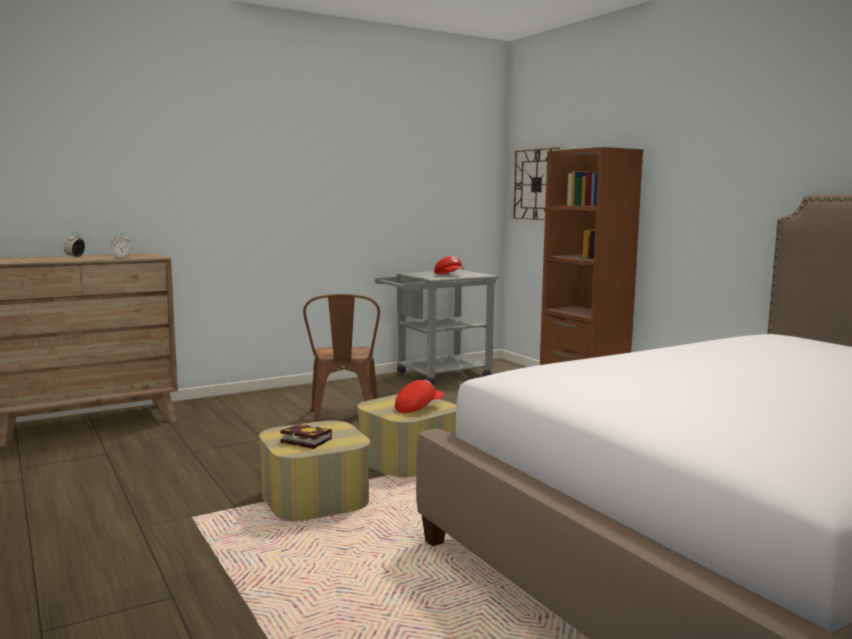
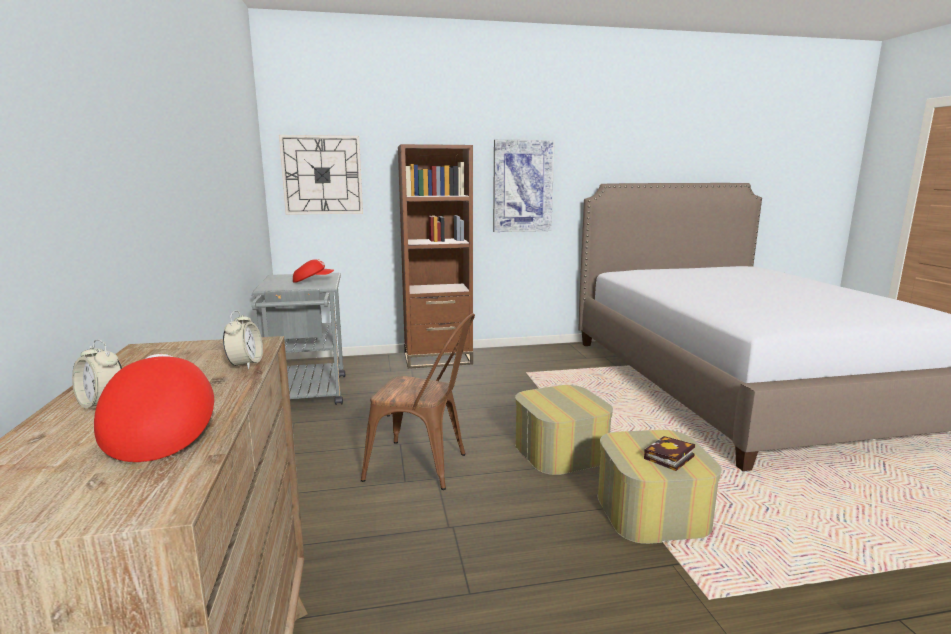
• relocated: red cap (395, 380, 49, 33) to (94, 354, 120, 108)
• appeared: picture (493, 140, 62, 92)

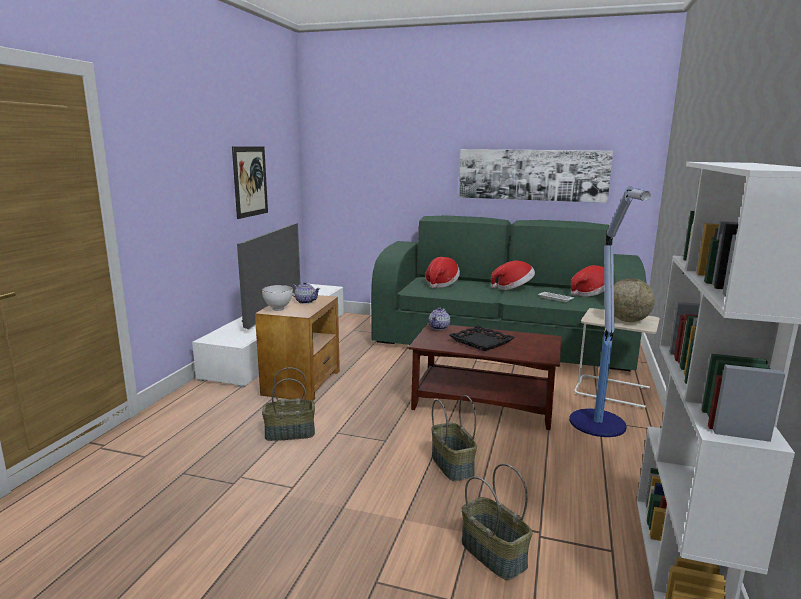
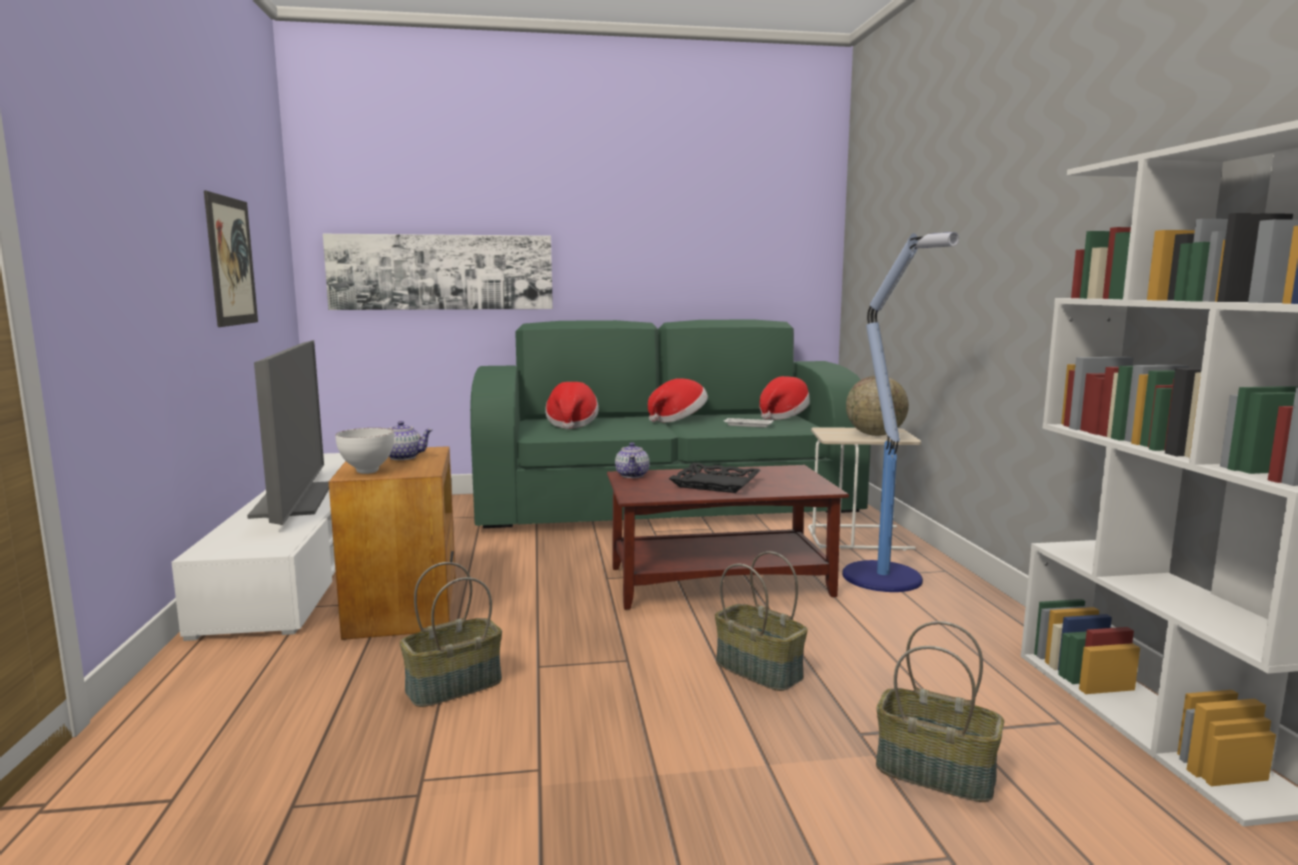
• relocated: picture (459, 149, 154, 54) to (323, 234, 230, 76)

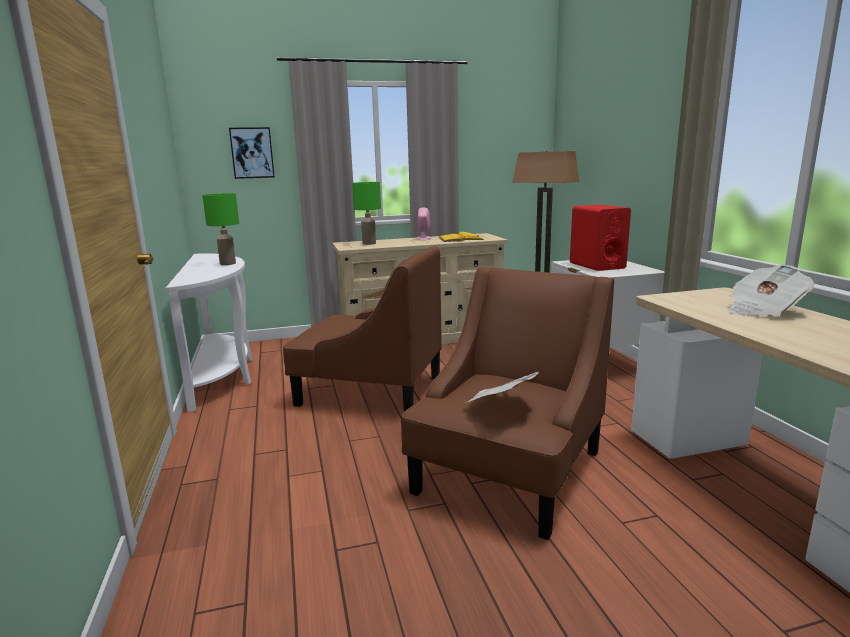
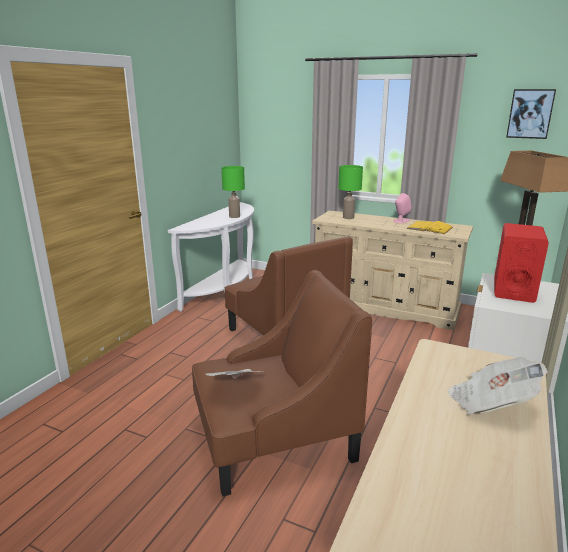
• relocated: picture (229, 127, 46, 52) to (506, 89, 50, 50)

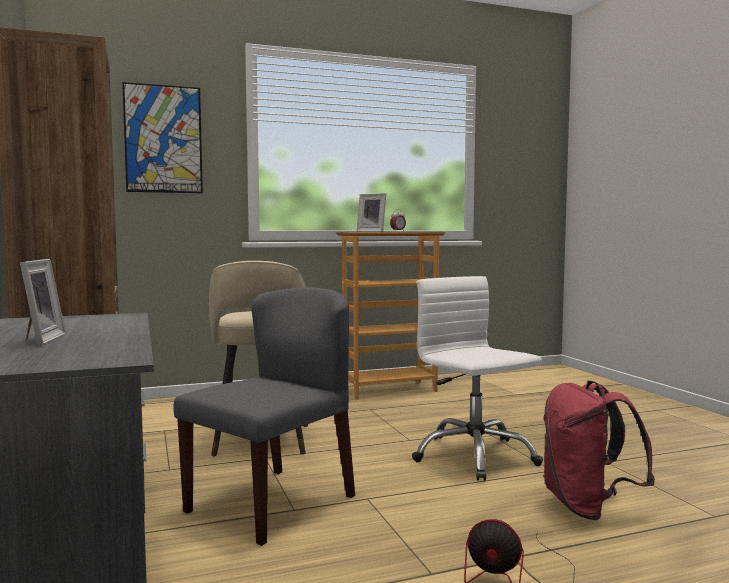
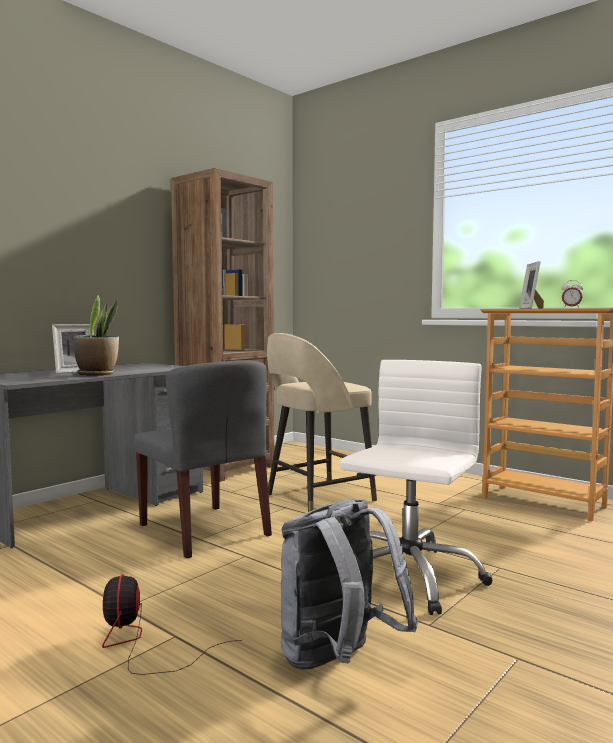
• missing: picture (122, 82, 81, 111)
• spun: grey chair (174, 287, 181, 259) = (133, 360, 139, 199) 45 degrees clockwise
• colour: red backpack (543, 381, 112, 139) to grey backpack (281, 499, 137, 170)
• appeared: potted plant (74, 295, 45, 81)

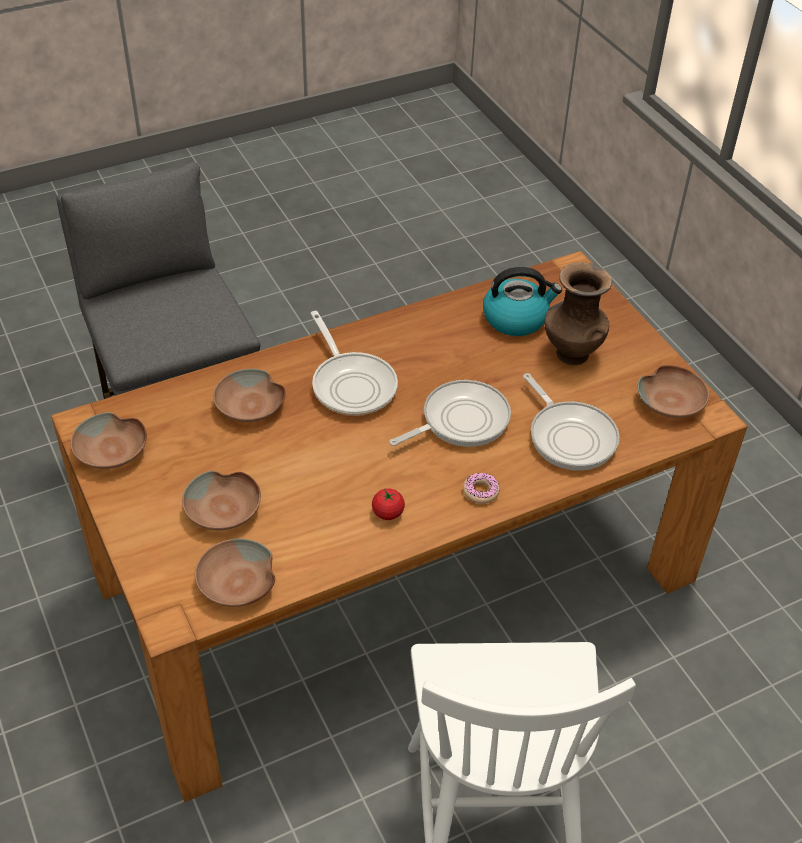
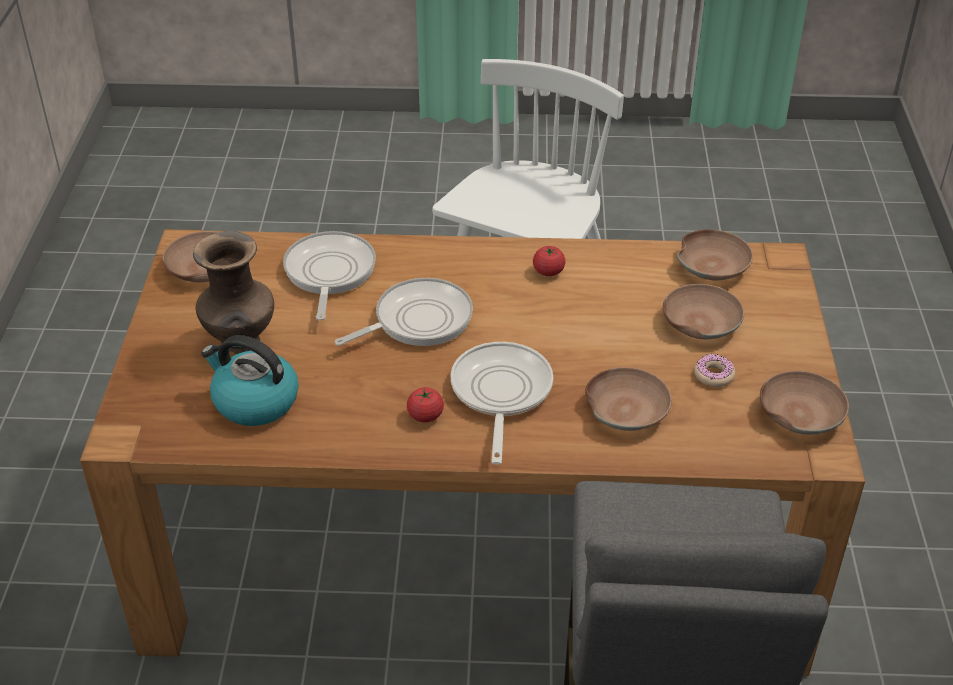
• spun: frying pan (389, 380, 122, 67) = (335, 278, 138, 68) 150 degrees clockwise
• relocated: donut (463, 473, 37, 31) to (694, 354, 41, 33)
• appeared: tomato (407, 387, 37, 35)

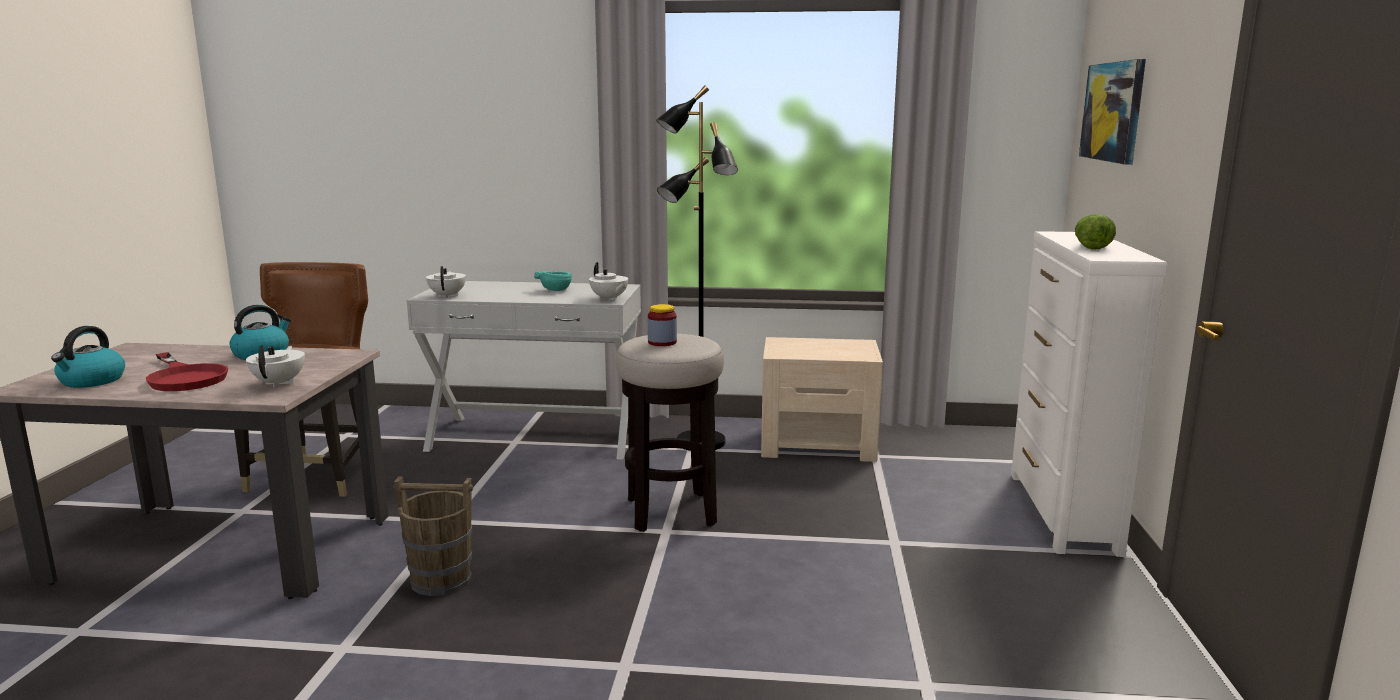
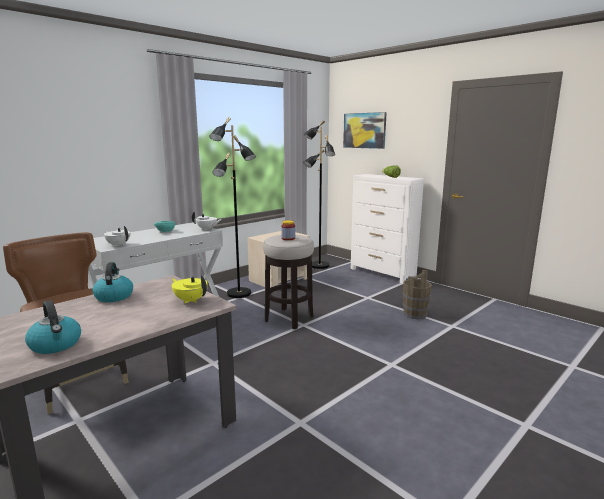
• missing: red frying pan (146, 352, 83, 39)
• colour: white teapot (246, 345, 59, 42) to yellow teapot (172, 275, 35, 28)
• relocated: brown bucket (393, 476, 80, 120) to (403, 270, 29, 49)
• appeared: black floor lamp (303, 120, 32, 149)

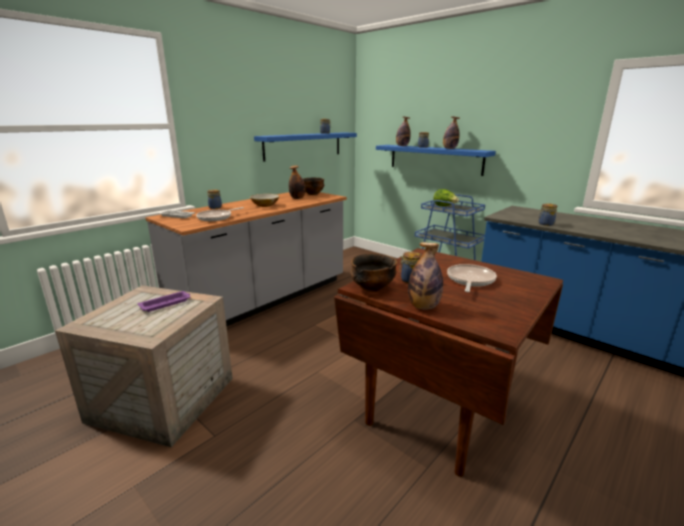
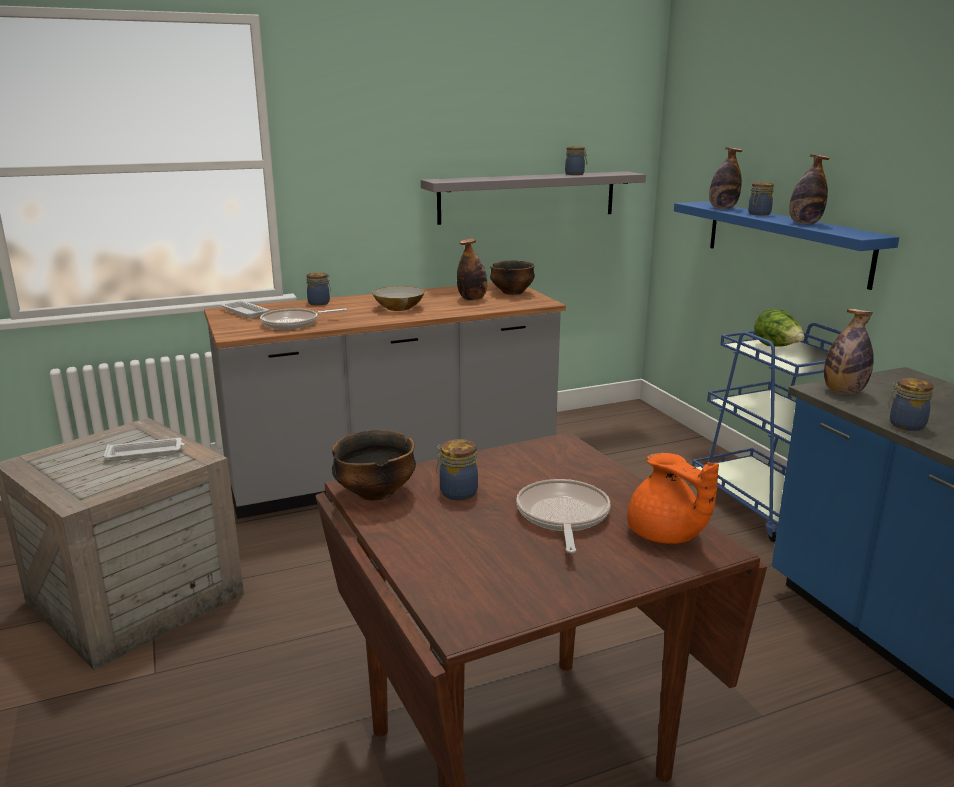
• colour: purple tray (137, 291, 53, 21) to white tray (103, 438, 82, 23)
• colour: blue shelf (254, 132, 103, 29) to grey shelf (421, 171, 225, 54)
• relocated: bottle (408, 242, 35, 68) to (824, 309, 50, 85)
• spun: frying pan (447, 264, 50, 28) = (516, 479, 94, 74) 45 degrees counterclockwise
• appeared: orange teapot (627, 453, 92, 91)

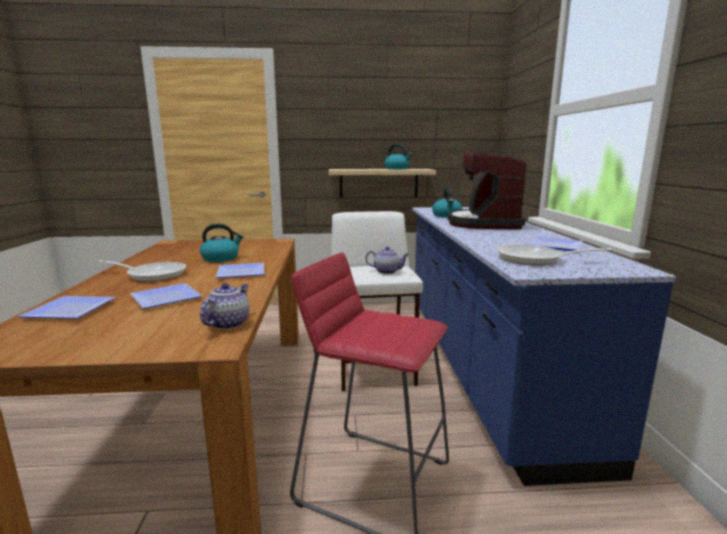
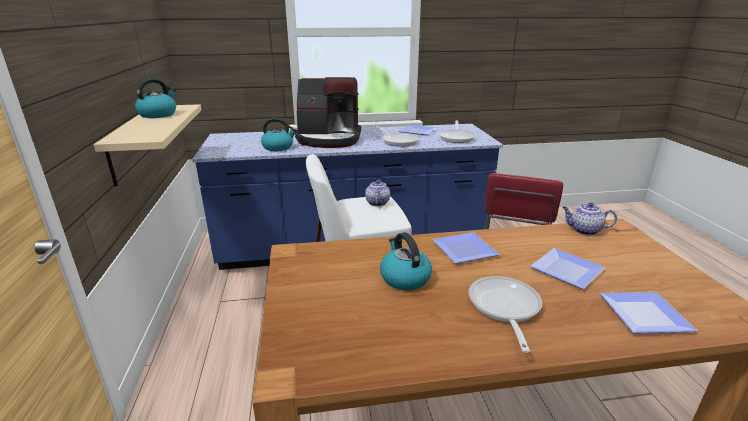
• appeared: frying pan (372, 125, 47, 22)

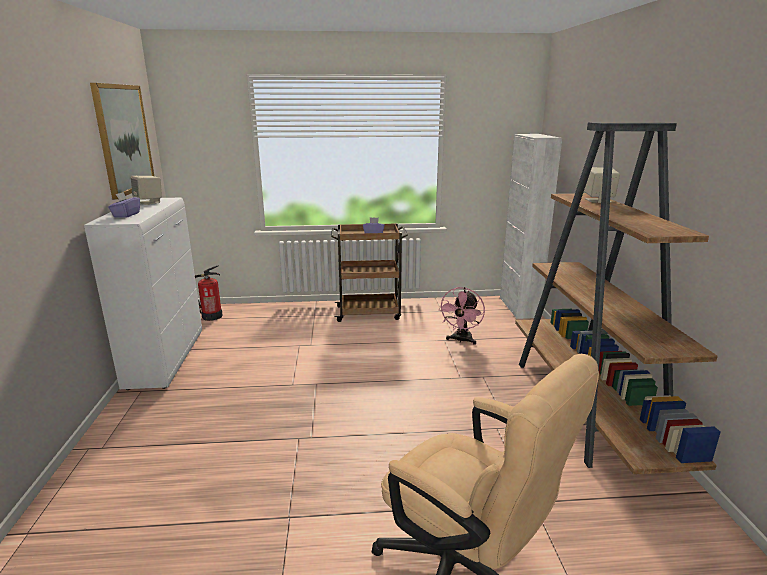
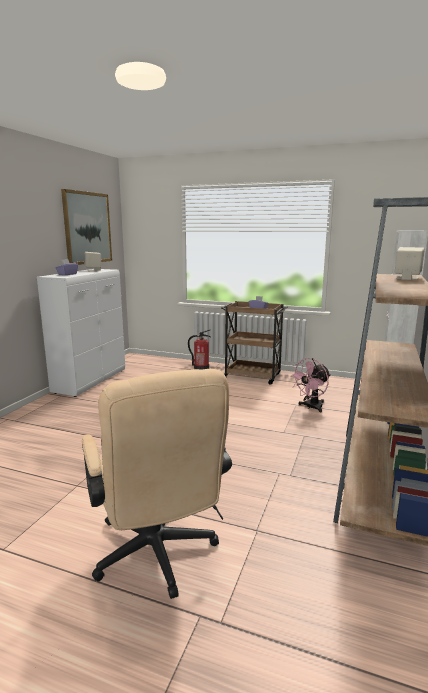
• relocated: fire extinguisher (195, 265, 28, 56) to (188, 330, 23, 40)

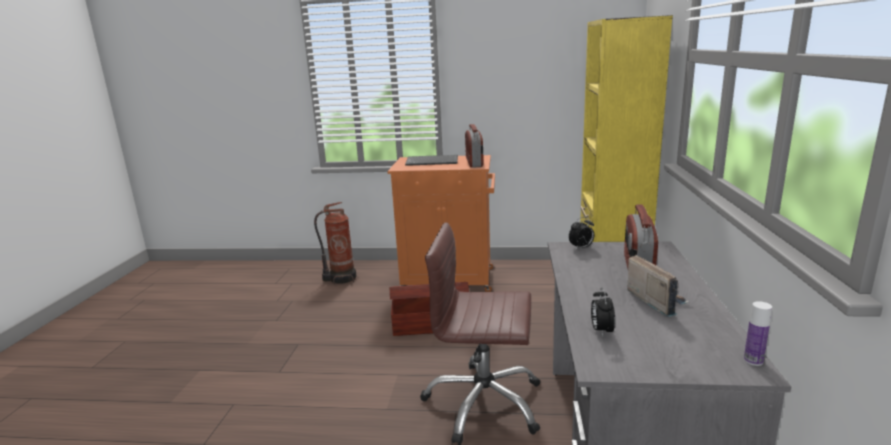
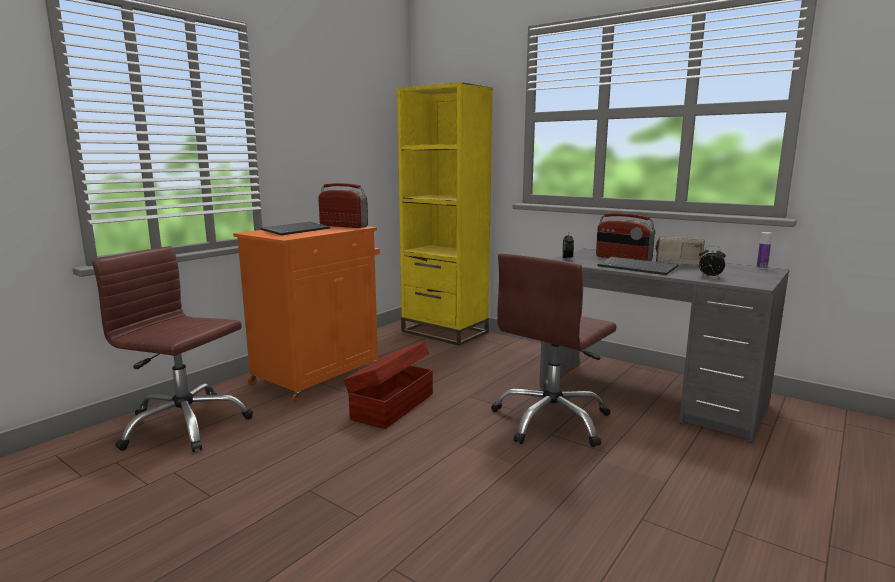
• exchanged: fire extinguisher (314, 202, 43, 82) to brown office chair (92, 246, 161, 206)
• appeared: keyboard (598, 256, 80, 19)

